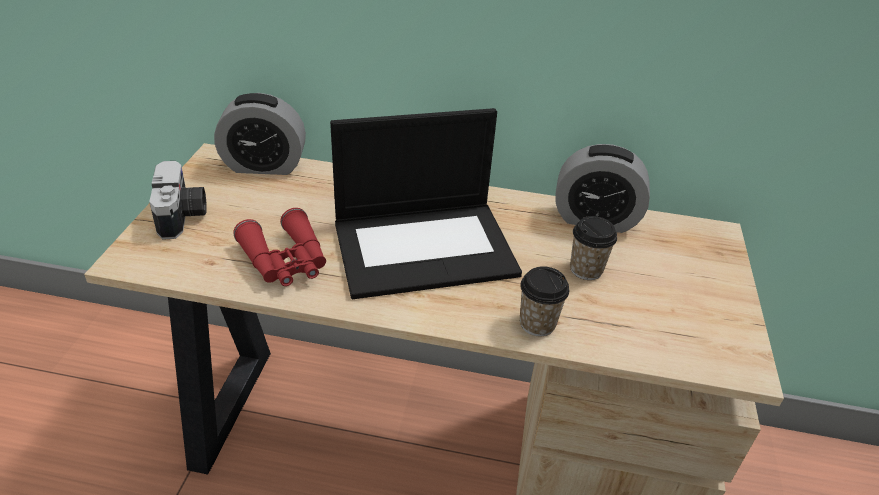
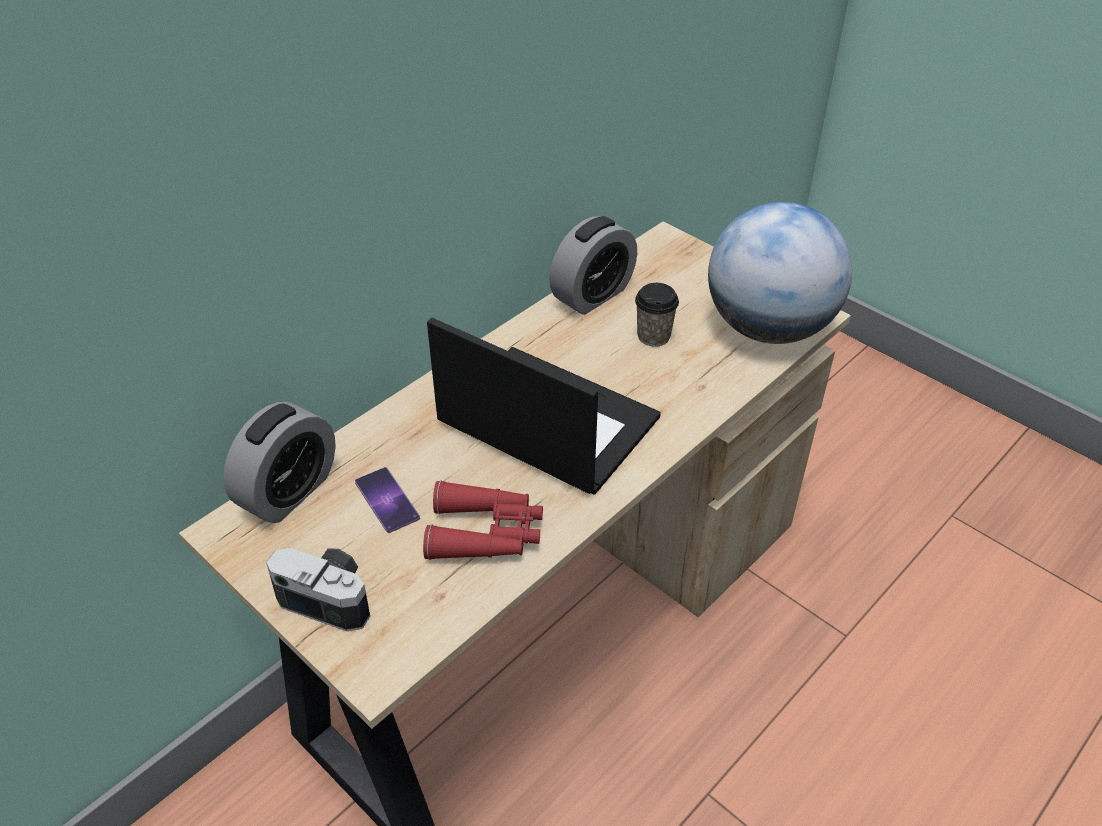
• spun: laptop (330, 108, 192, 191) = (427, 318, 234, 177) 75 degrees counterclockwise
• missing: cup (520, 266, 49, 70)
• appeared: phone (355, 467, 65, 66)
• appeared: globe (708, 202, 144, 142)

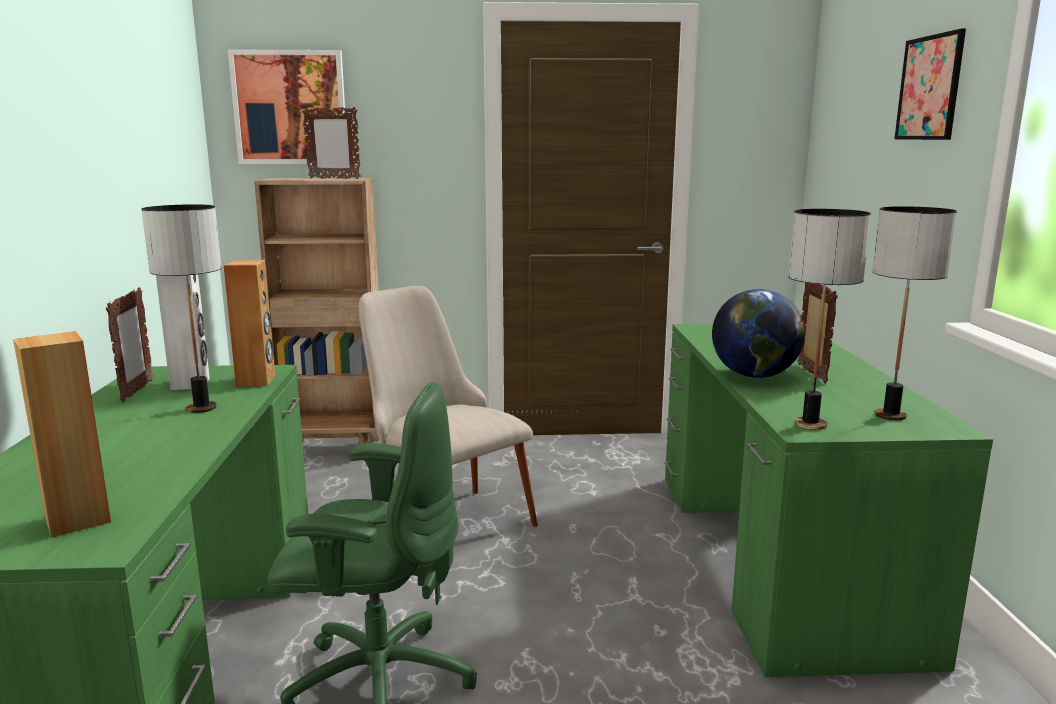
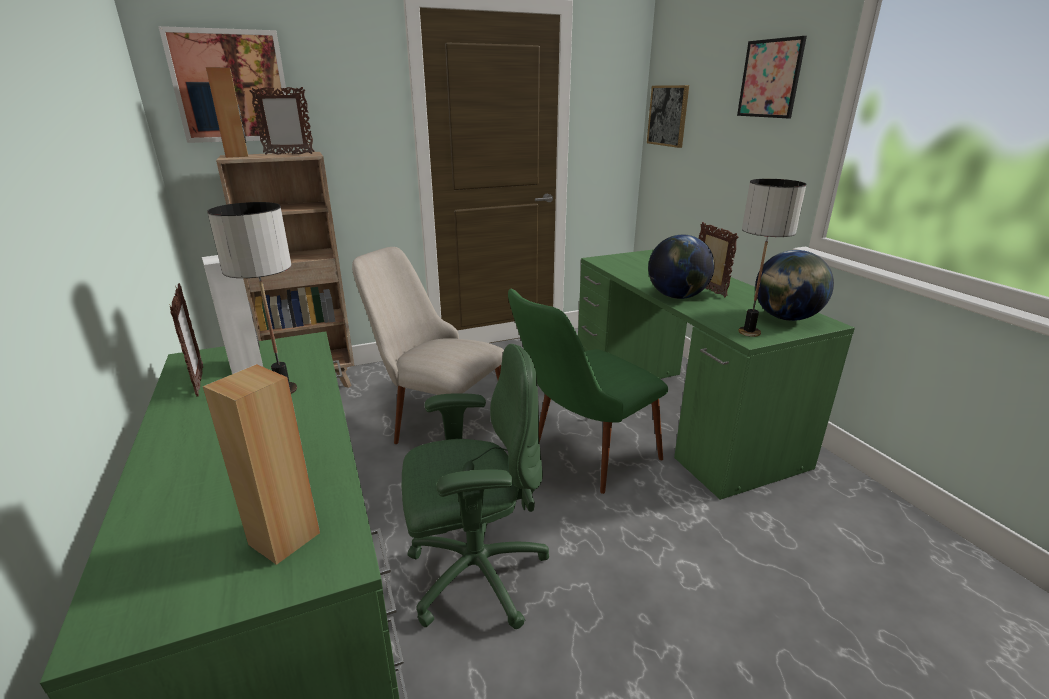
• relocated: brown speaker (224, 260, 51, 126) to (206, 67, 42, 91)
• exchanged: table lamp (872, 206, 85, 214) to globe (755, 250, 79, 71)
• appeared: green chair (508, 289, 160, 205)
• appeared: picture (647, 85, 42, 63)

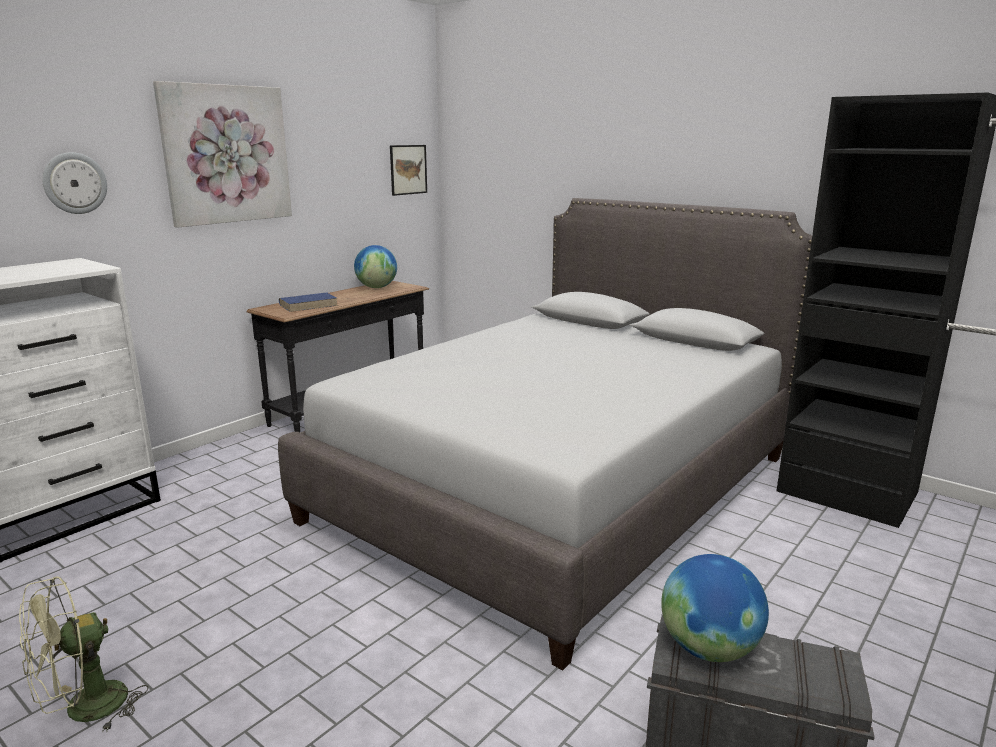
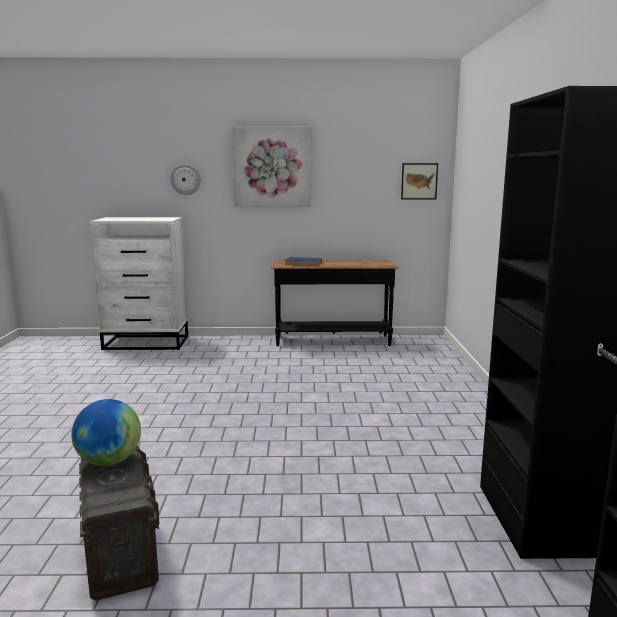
• missing: green fan (19, 576, 129, 157)
• missing: grey bed (278, 198, 534, 472)
• missing: globe (354, 245, 43, 43)

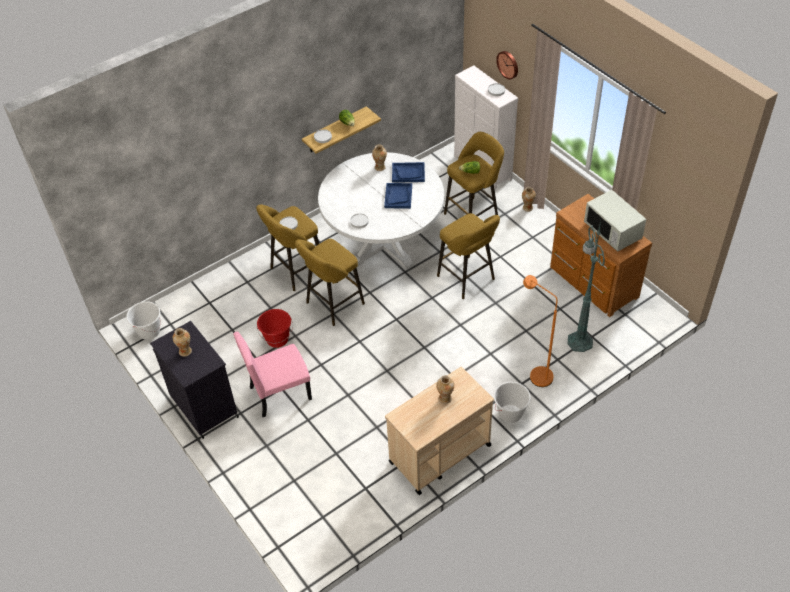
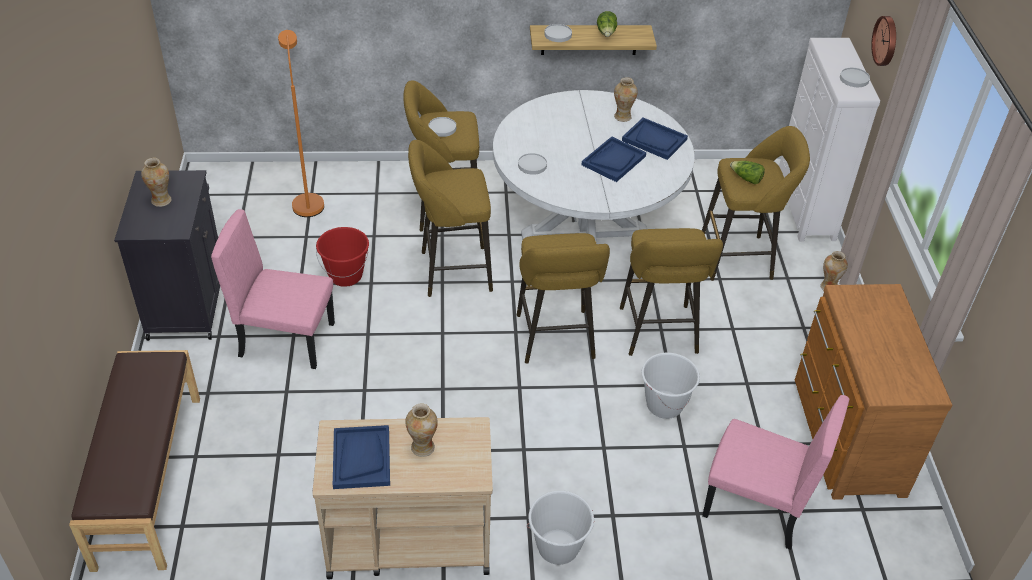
• relocated: white bucket (126, 301, 35, 39) to (642, 353, 58, 66)
• relocated: orange floor lamp (523, 275, 35, 112) to (278, 30, 46, 187)
• exchanged: green floor lamp (568, 221, 37, 131) to pink chair (702, 395, 148, 155)
• missing: white microwave (584, 190, 62, 62)
• appeared: brown bench (69, 350, 131, 222)
• appeared: blue tray (333, 425, 57, 64)
• appeared: yellow stool (517, 233, 93, 131)

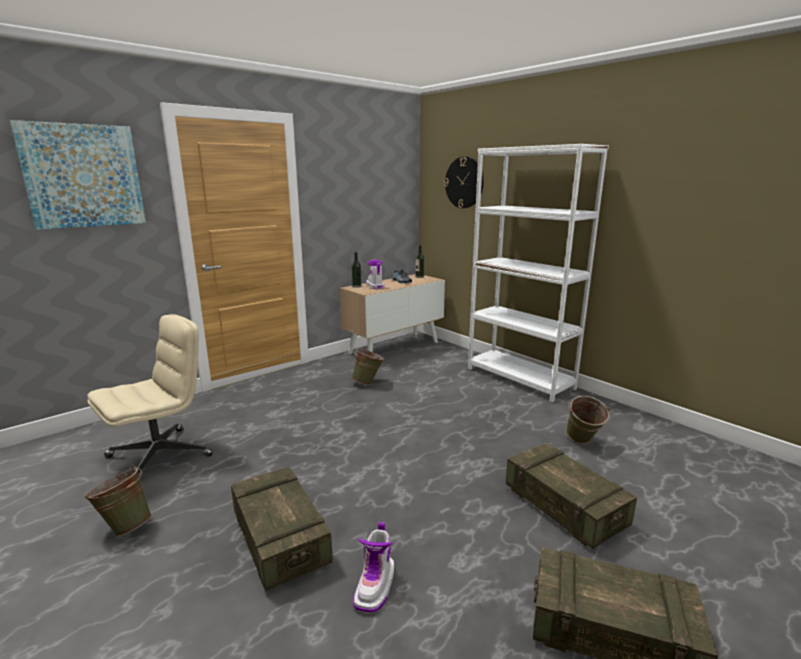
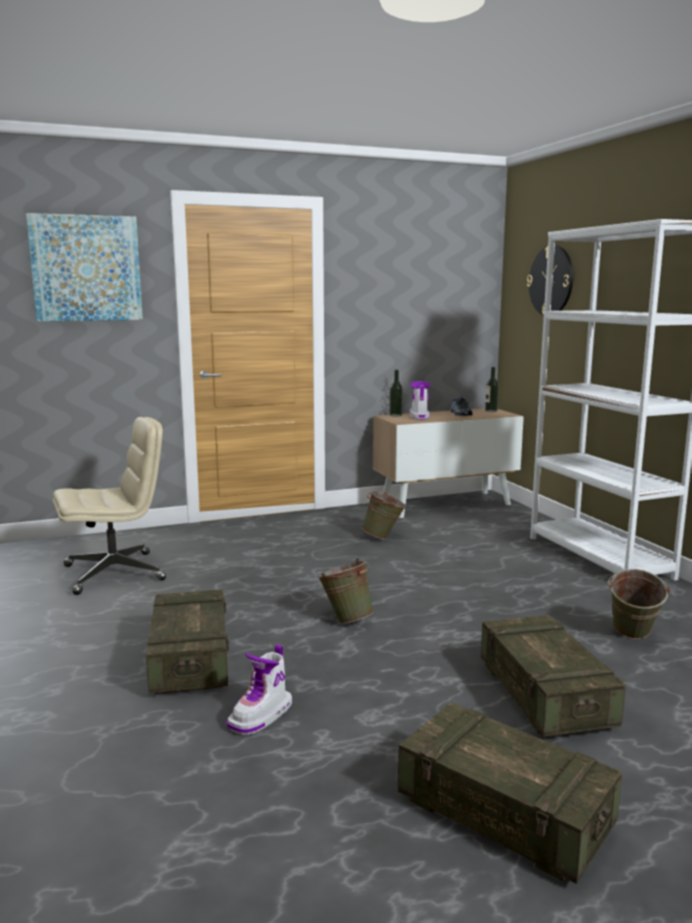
• relocated: green bucket (84, 465, 68, 71) to (317, 558, 57, 66)

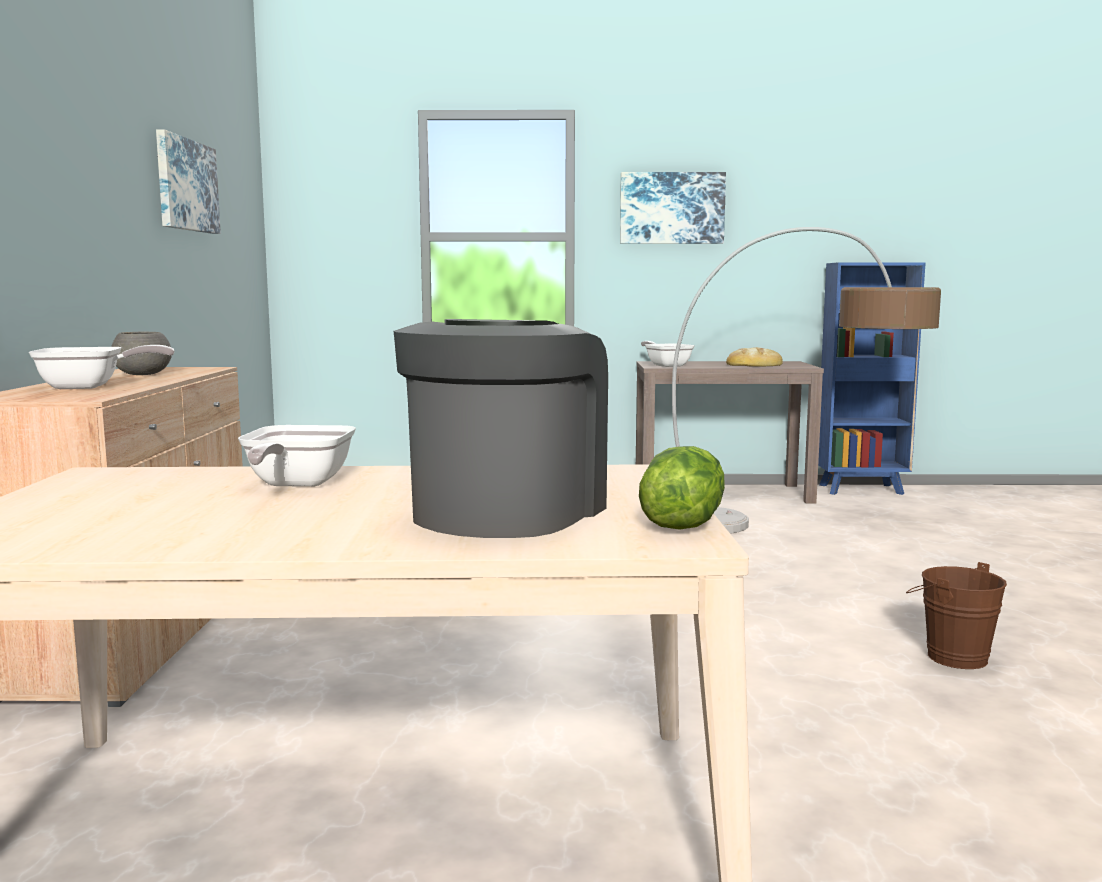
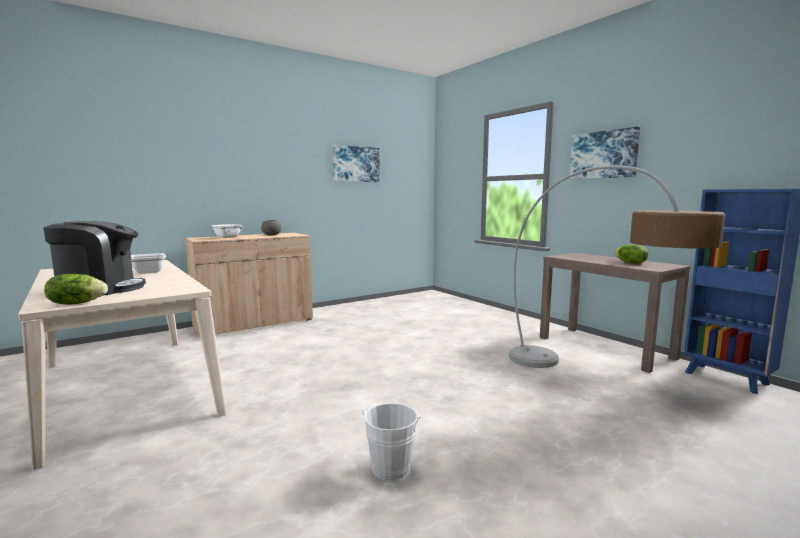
• missing: frying pan (641, 341, 54, 26)
• exchanged: bread (726, 347, 57, 20) to lettuce (614, 244, 34, 20)
• colour: brown bucket (906, 562, 101, 107) to white bucket (362, 403, 59, 78)

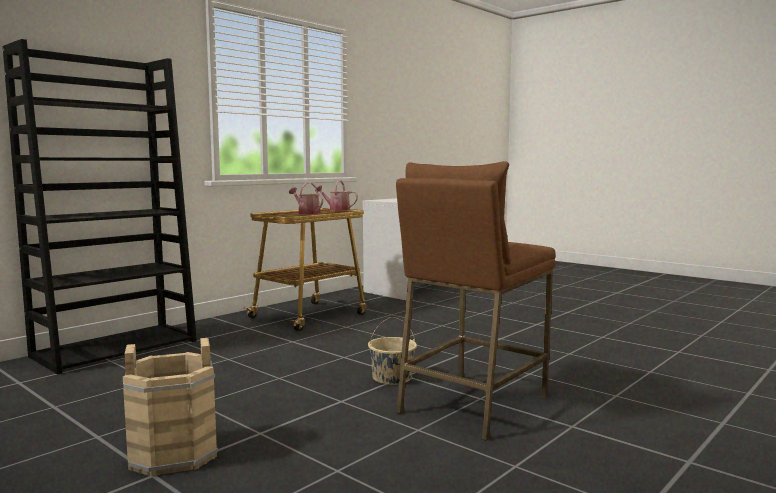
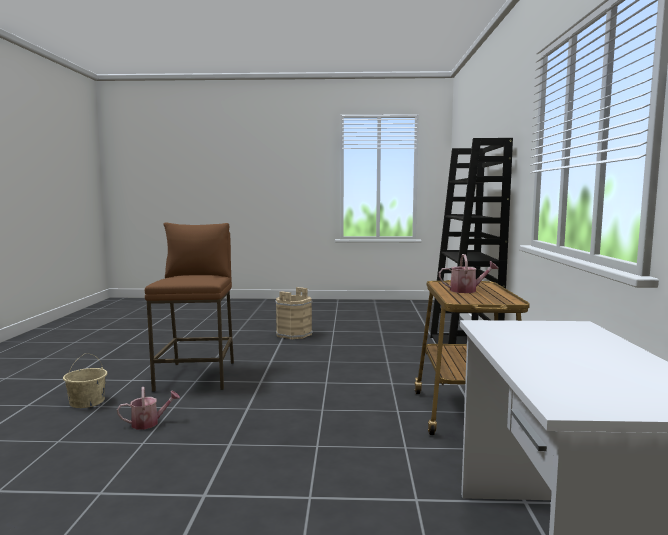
• relocated: watering can (315, 180, 43, 30) to (117, 387, 63, 43)
• relocated: beige bucket (368, 317, 49, 68) to (63, 354, 44, 54)

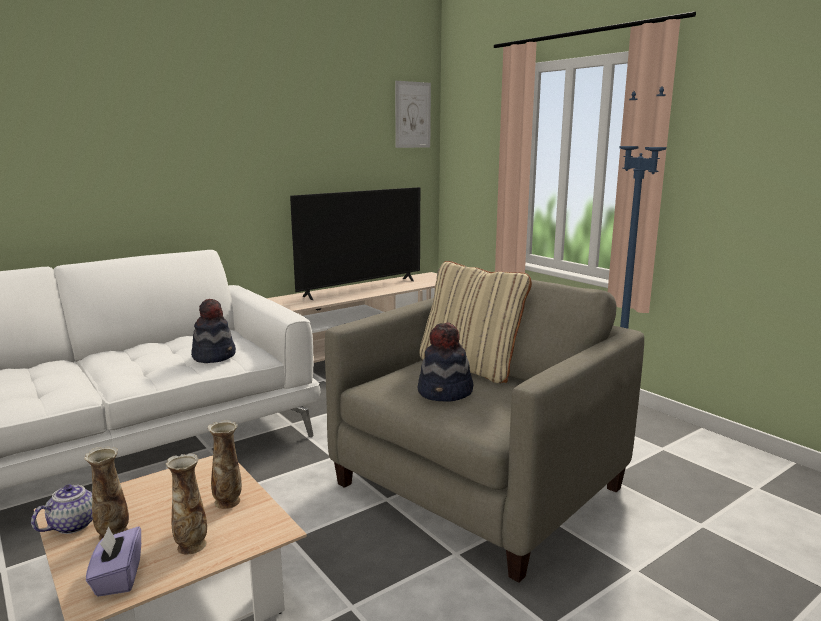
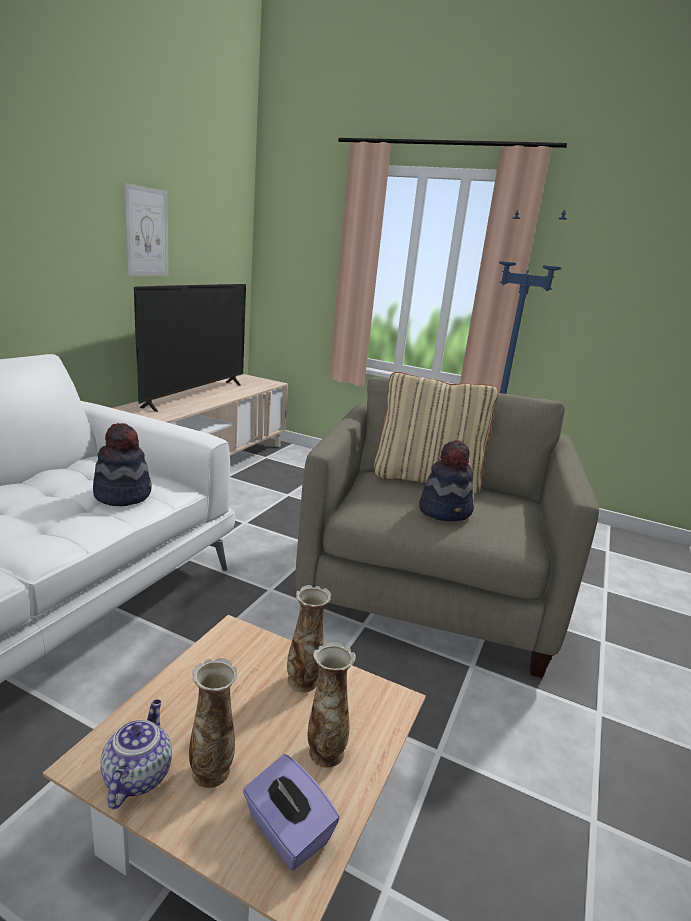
• relocated: picture (395, 81, 36, 67) to (124, 183, 45, 93)

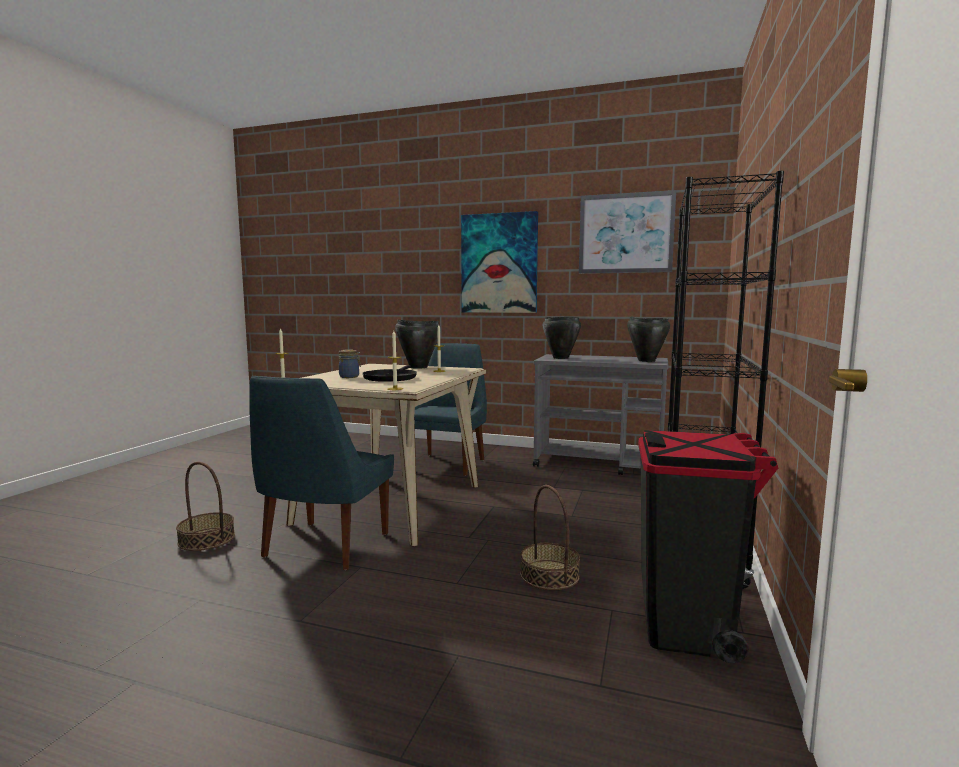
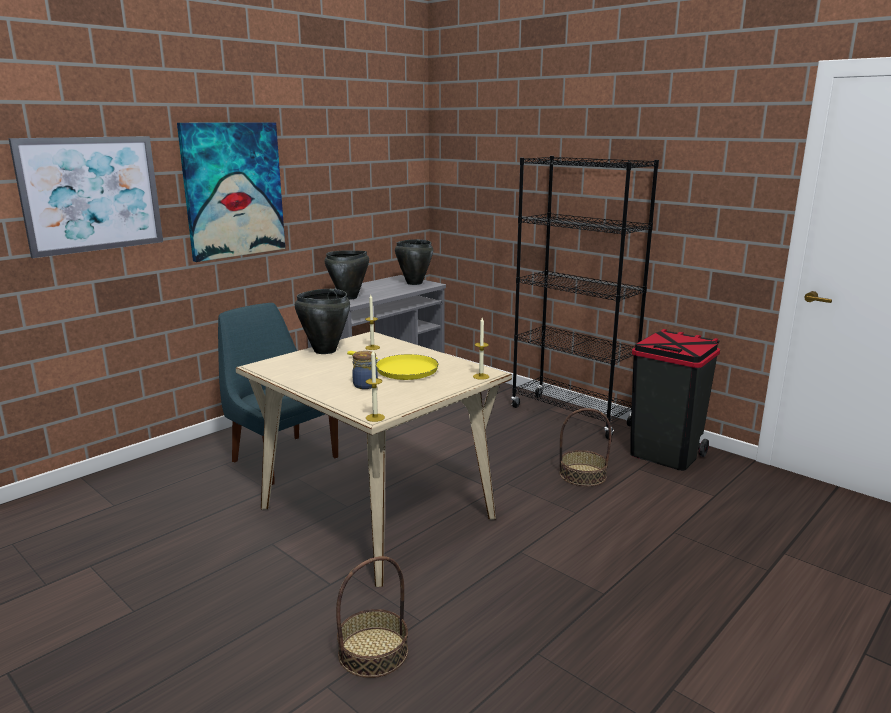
• missing: blue chair (249, 376, 145, 194)
• colour: black frying pan (362, 365, 55, 17) to yellow frying pan (347, 351, 91, 29)
• relocated: picture (579, 190, 97, 84) to (8, 136, 155, 122)

